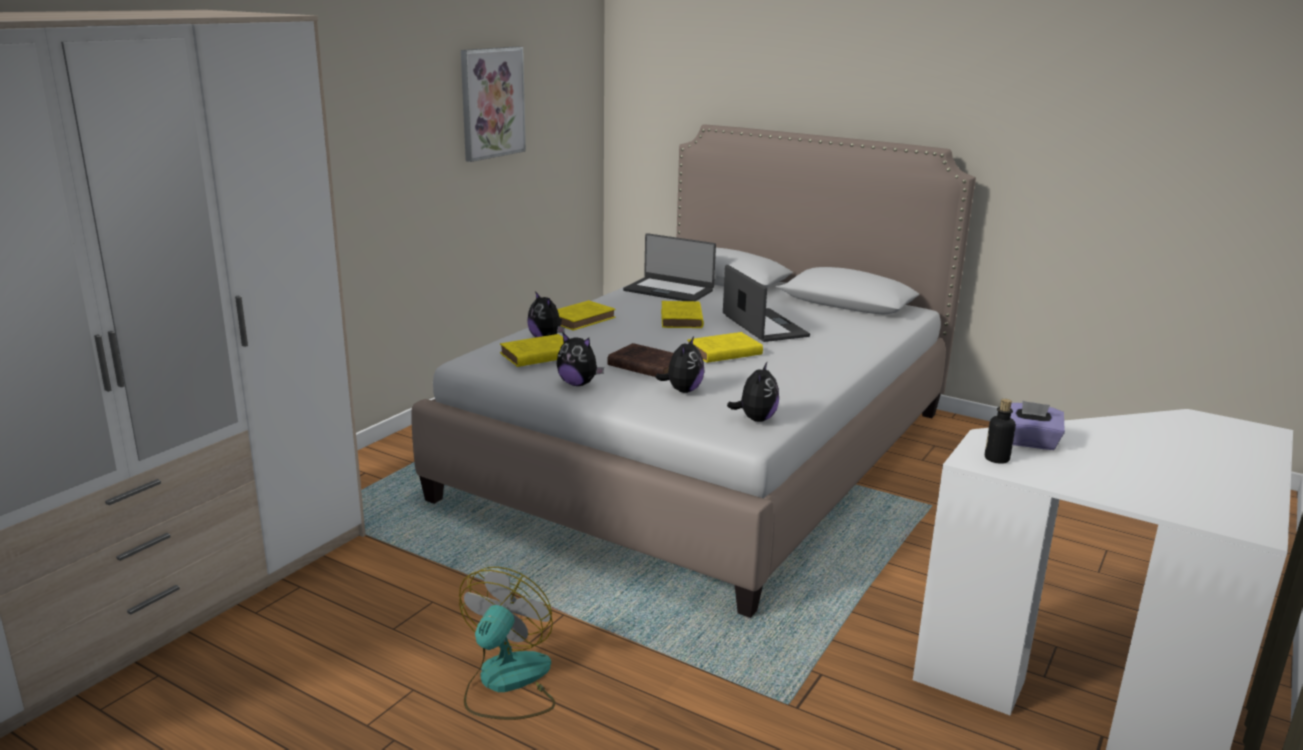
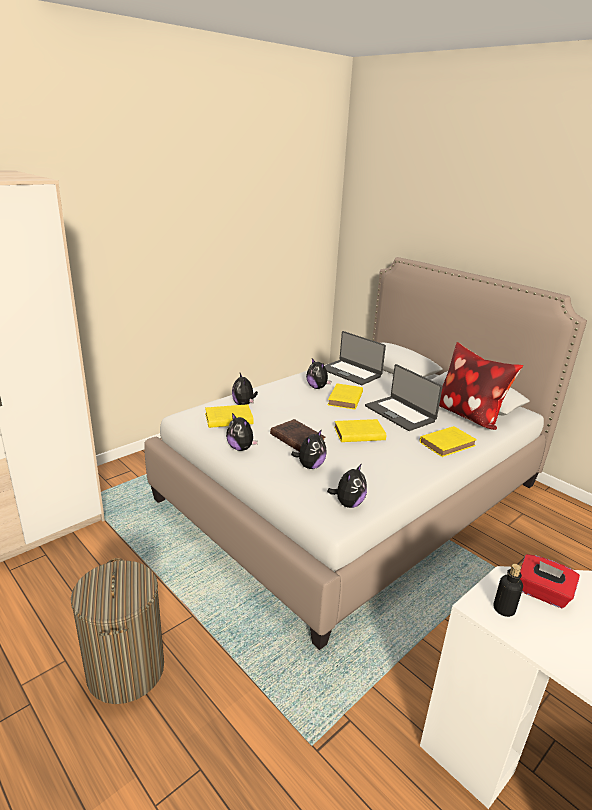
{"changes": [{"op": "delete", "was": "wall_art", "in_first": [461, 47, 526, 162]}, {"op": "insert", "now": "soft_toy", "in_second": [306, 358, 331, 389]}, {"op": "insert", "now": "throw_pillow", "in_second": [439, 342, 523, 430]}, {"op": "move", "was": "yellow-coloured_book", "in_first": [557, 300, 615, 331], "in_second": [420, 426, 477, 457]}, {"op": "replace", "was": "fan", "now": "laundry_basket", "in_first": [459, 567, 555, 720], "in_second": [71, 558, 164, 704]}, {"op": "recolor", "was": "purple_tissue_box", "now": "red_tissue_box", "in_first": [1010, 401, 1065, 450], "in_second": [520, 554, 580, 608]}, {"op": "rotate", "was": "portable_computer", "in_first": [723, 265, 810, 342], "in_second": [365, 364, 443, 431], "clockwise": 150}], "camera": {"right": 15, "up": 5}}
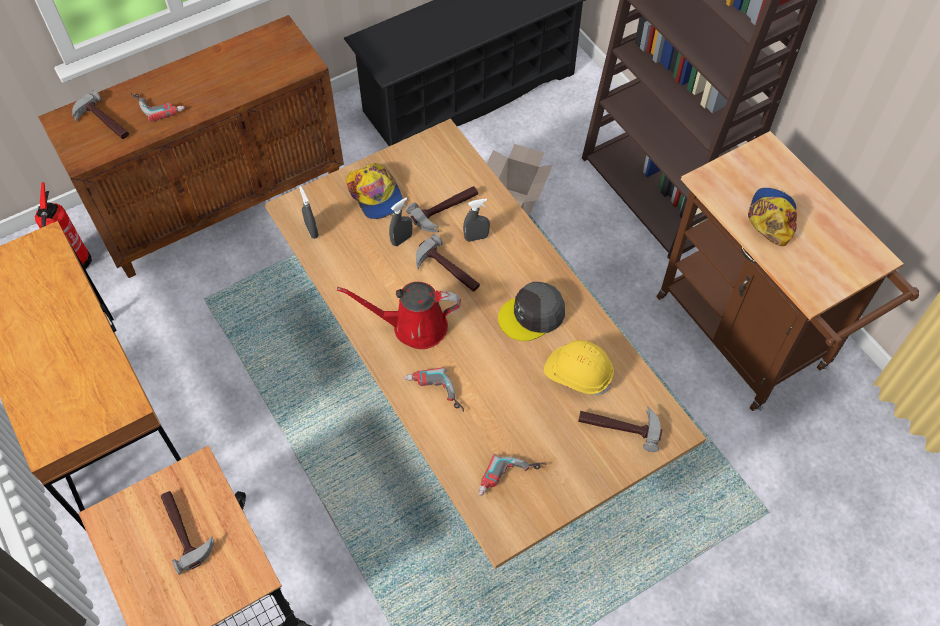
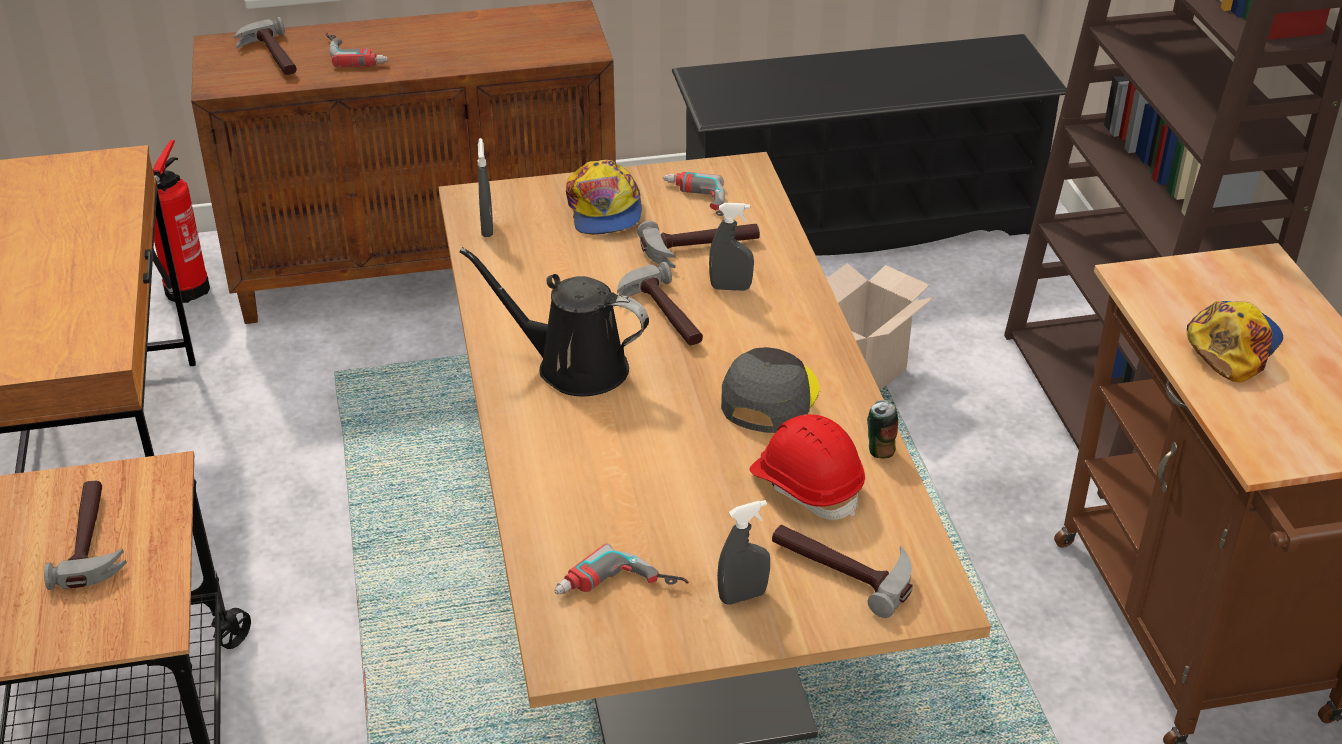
{"changes": [{"op": "insert", "now": "can", "in_second": [867, 400, 898, 459]}, {"op": "move", "was": "greyish_sprayer", "in_first": [389, 198, 412, 246], "in_second": [717, 500, 770, 605]}, {"op": "move", "was": "electric_drill", "in_first": [404, 367, 464, 412], "in_second": [663, 172, 725, 216]}, {"op": "recolor", "was": "red_watering_can", "now": "black-coloured_watering_can", "in_first": [337, 282, 461, 349], "in_second": [460, 247, 649, 397]}, {"op": "recolor", "was": "yellow-coloured_safety_helmet", "now": "red_safety_helmet", "in_first": [544, 340, 614, 395], "in_second": [750, 414, 865, 520]}, {"op": "rotate", "was": "greyish_peaked_cap", "in_first": [498, 282, 565, 341], "in_second": [721, 347, 820, 433], "clockwise": 120}], "camera": {"right": 20, "up": -20}}
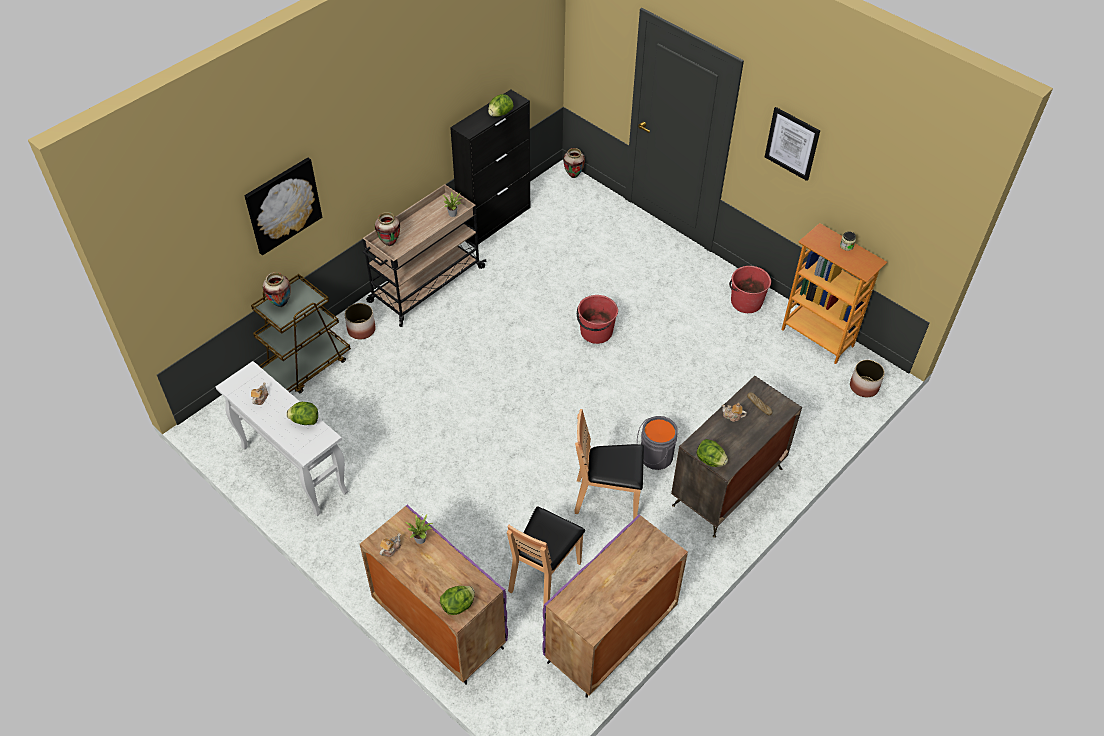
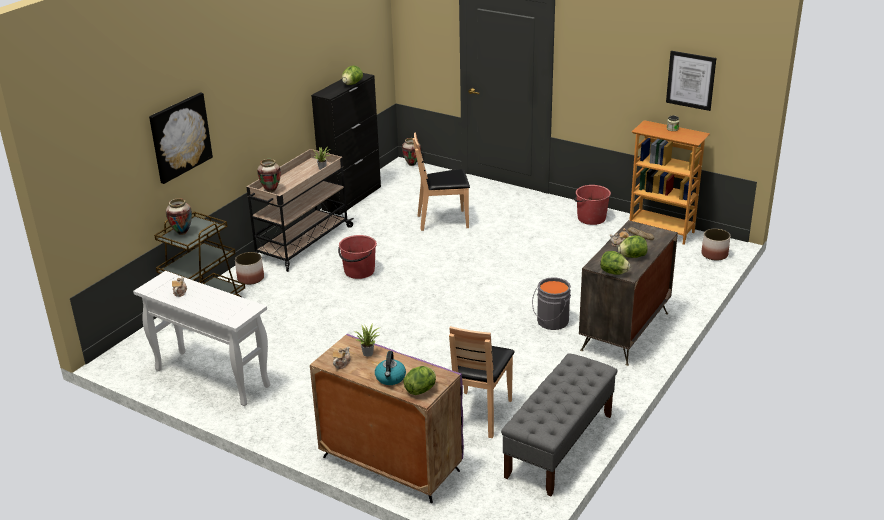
{"changes": [{"op": "insert", "now": "tea_kettle", "in_second": [375, 351, 406, 385]}, {"op": "move", "was": "lettuce", "in_first": [286, 402, 318, 425], "in_second": [618, 235, 648, 258]}, {"op": "move", "was": "brownish_plain_chair", "in_first": [575, 409, 644, 519], "in_second": [413, 132, 470, 231]}, {"op": "move", "was": "red_water_bucket", "in_first": [577, 295, 618, 344], "in_second": [338, 235, 377, 279]}, {"op": "move", "was": "wall_art", "in_first": [765, 107, 820, 181], "in_second": [666, 51, 716, 111]}, {"op": "replace", "was": "purple_cabinet", "now": "greyish_long_seat", "in_first": [542, 514, 688, 698], "in_second": [501, 353, 617, 496]}], "camera": {"right": -10, "up": -20}}
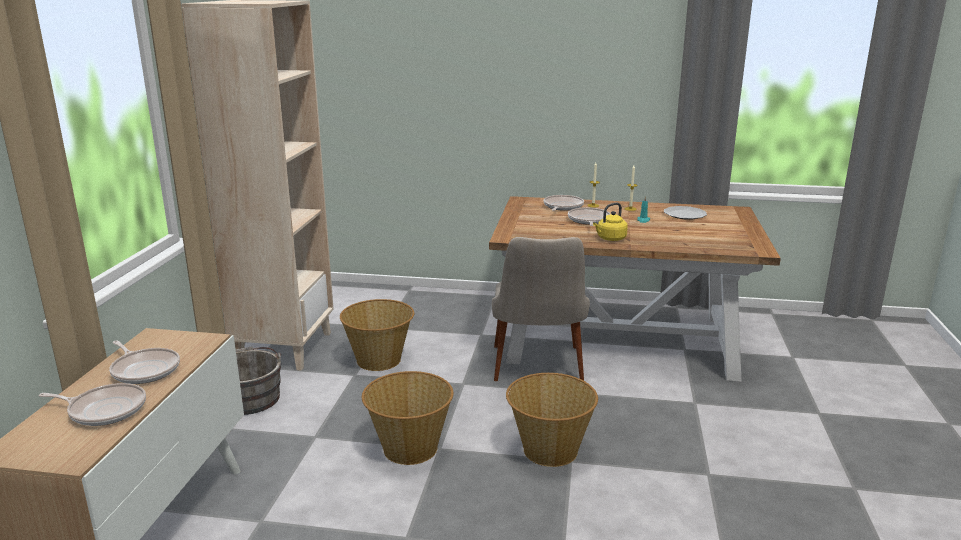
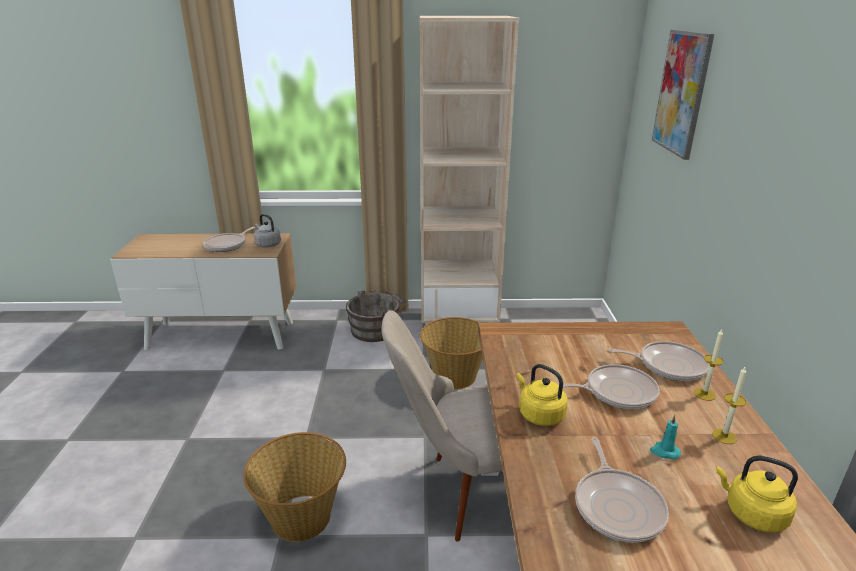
{"changes": [{"op": "delete", "was": "household_basket", "in_first": [362, 371, 453, 465]}, {"op": "insert", "now": "greyish_tea_kettle", "in_second": [254, 214, 281, 248]}, {"op": "insert", "now": "wall_art", "in_second": [652, 30, 714, 160]}, {"op": "move", "was": "skillet", "in_first": [39, 383, 146, 426], "in_second": [575, 437, 669, 543]}, {"op": "replace", "was": "dinner_plate", "now": "yellow-coloured_tea_kettle", "in_first": [664, 206, 707, 220], "in_second": [716, 456, 798, 533]}], "camera": {"right": 80, "up": 5}}
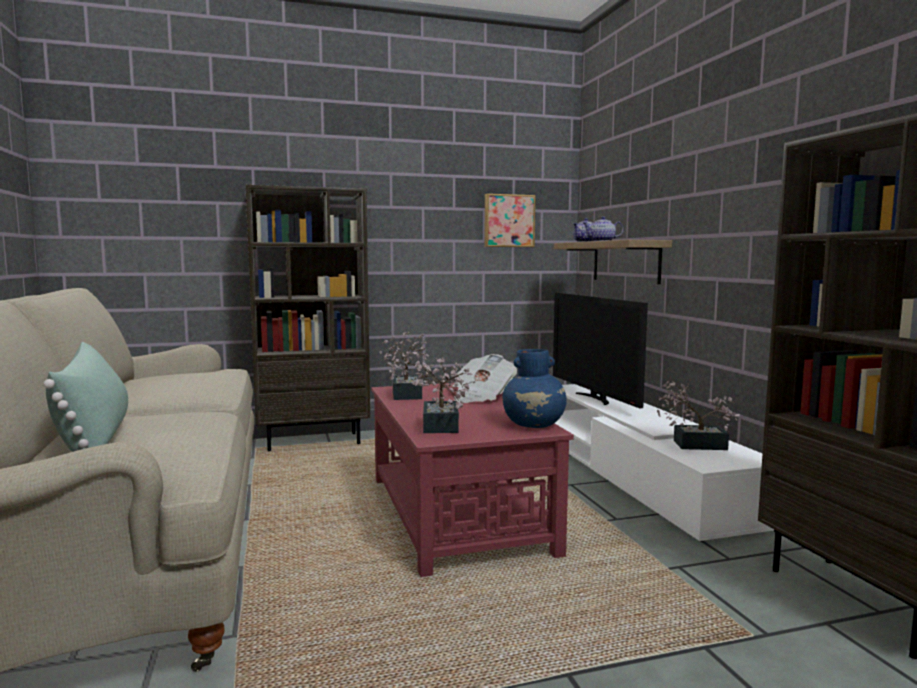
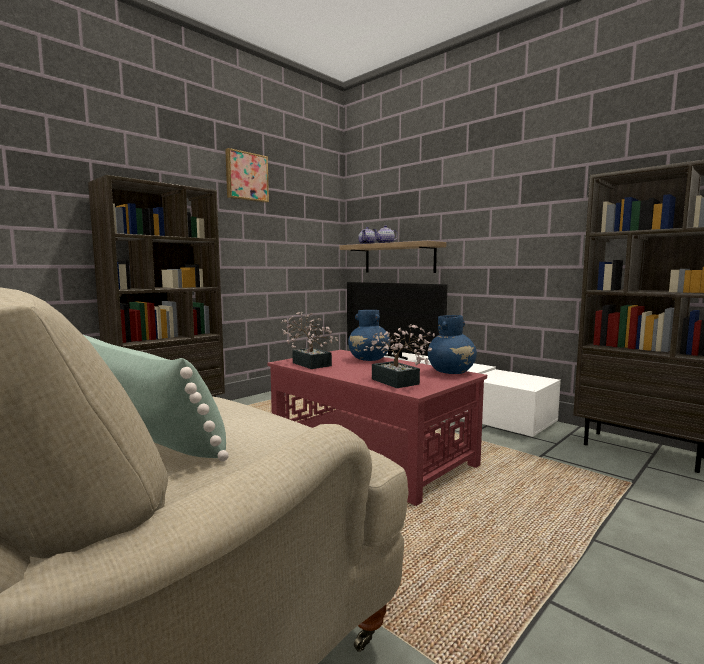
{"changes": [{"op": "delete", "was": "potted_plant", "in_first": [657, 381, 740, 450]}, {"op": "move", "was": "wall_art", "in_first": [484, 194, 536, 247], "in_second": [225, 148, 269, 203]}, {"op": "replace", "was": "printed_paper", "now": "blue_vase", "in_first": [453, 354, 517, 403], "in_second": [348, 310, 390, 361]}], "camera": {"right": -30, "up": 0}}
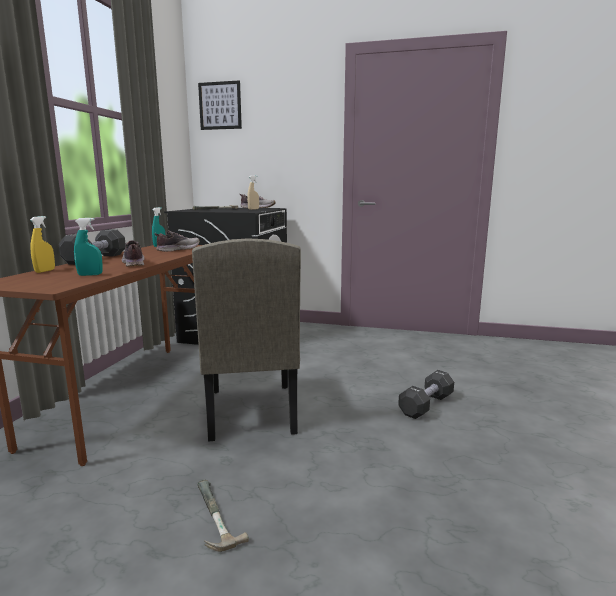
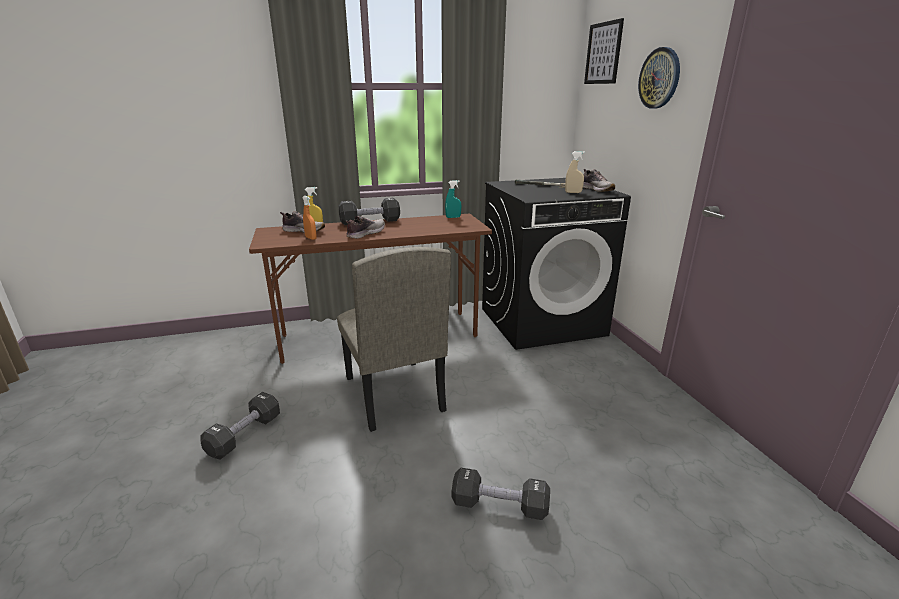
{"changes": [{"op": "insert", "now": "wall_clock", "in_second": [638, 47, 680, 109]}, {"op": "move", "was": "shoe", "in_first": [154, 231, 200, 252], "in_second": [280, 211, 325, 233]}, {"op": "replace", "was": "tool_hammer", "now": "black-coloured_hand_weight", "in_first": [198, 480, 249, 552], "in_second": [200, 392, 280, 460]}, {"op": "recolor", "was": "turquoise_sprayer", "now": "orange_sprayer", "in_first": [74, 218, 103, 276], "in_second": [302, 196, 317, 240]}, {"op": "rotate", "was": "sand-coloured_plain_chair", "in_first": [192, 238, 301, 441], "in_second": [337, 247, 451, 432], "clockwise": -75}], "camera": {"right": 60, "up": 10}}
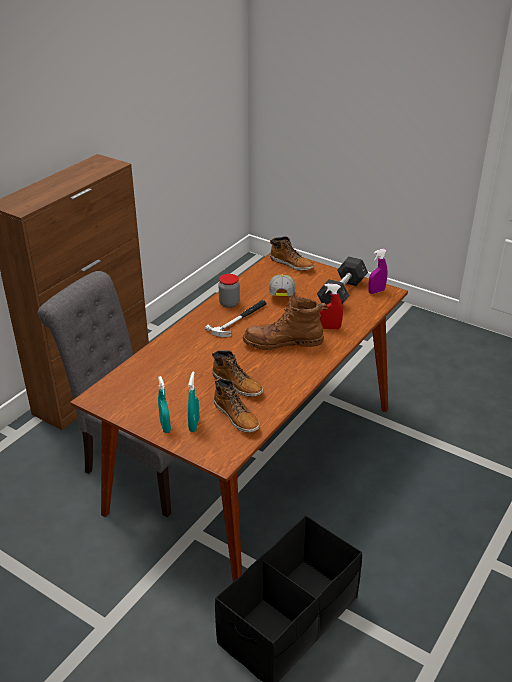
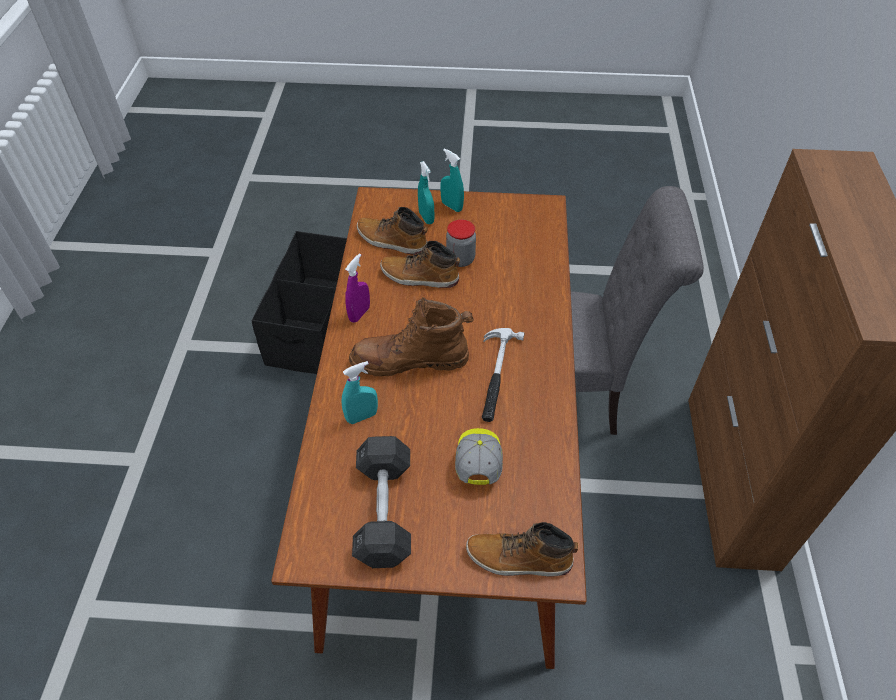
{"changes": [{"op": "move", "was": "preserve_jar", "in_first": [219, 274, 240, 308], "in_second": [446, 219, 476, 267]}, {"op": "move", "was": "purple_sprayer", "in_first": [368, 249, 387, 294], "in_second": [345, 253, 370, 323]}, {"op": "recolor", "was": "red_sprayer", "now": "turquoise_sprayer", "in_first": [320, 284, 343, 329], "in_second": [342, 361, 378, 424]}, {"op": "rotate", "was": "brownish_tall_boot", "in_first": [242, 293, 328, 350], "in_second": [349, 297, 474, 376], "clockwise": -150}, {"op": "rotate", "was": "peaked_cap", "in_first": [269, 275, 295, 296], "in_second": [455, 428, 503, 485], "clockwise": -150}], "camera": {"right": 150, "up": 15}}
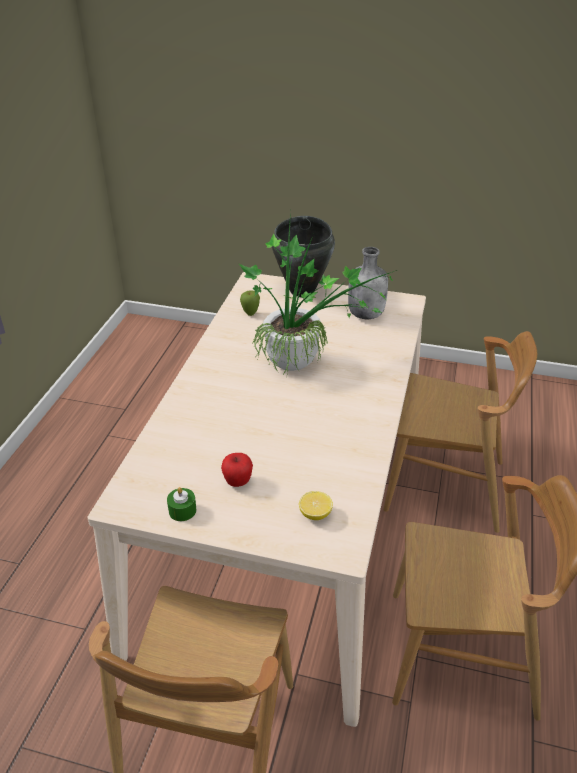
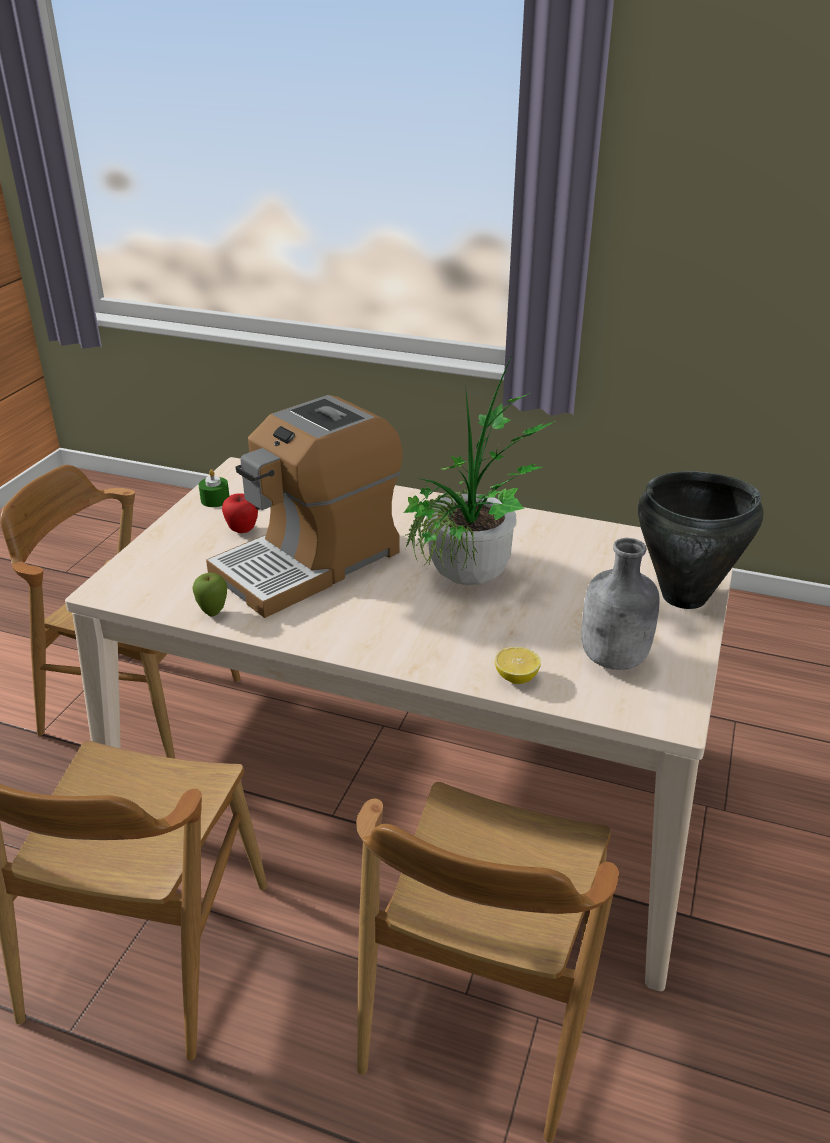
{"changes": [{"op": "insert", "now": "coffee_brewer", "in_second": [206, 395, 403, 618]}, {"op": "move", "was": "apple", "in_first": [240, 290, 260, 316], "in_second": [192, 573, 227, 617]}, {"op": "move", "was": "whole_lemon", "in_first": [299, 491, 333, 520], "in_second": [495, 647, 541, 684]}], "camera": {"right": 95, "up": -5}}
